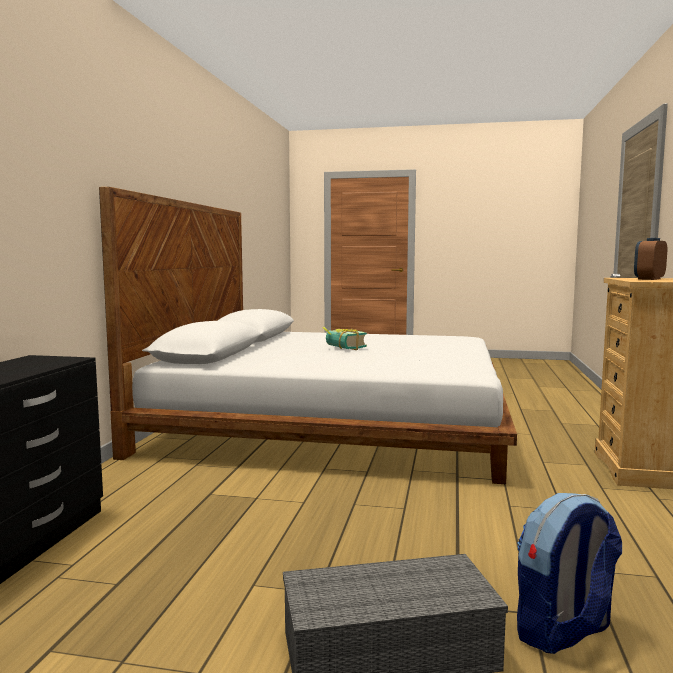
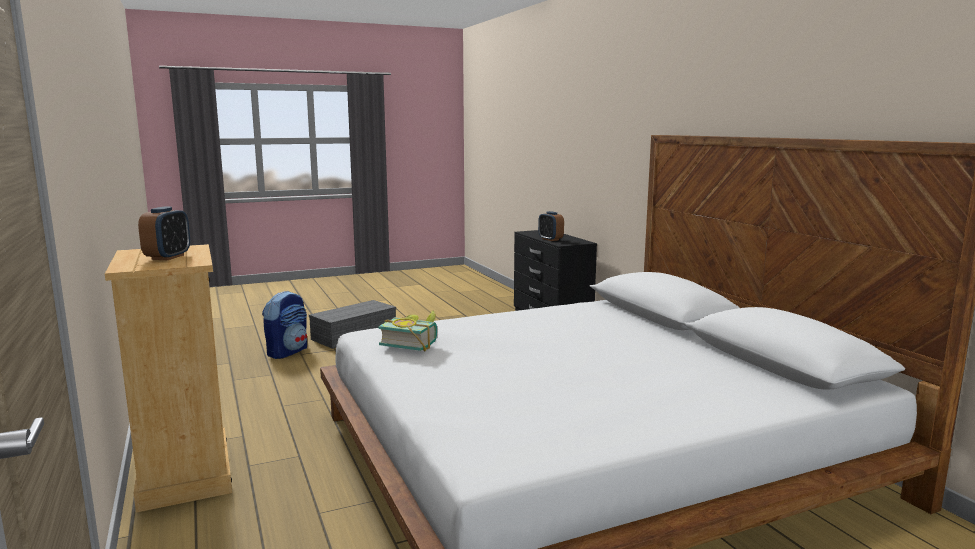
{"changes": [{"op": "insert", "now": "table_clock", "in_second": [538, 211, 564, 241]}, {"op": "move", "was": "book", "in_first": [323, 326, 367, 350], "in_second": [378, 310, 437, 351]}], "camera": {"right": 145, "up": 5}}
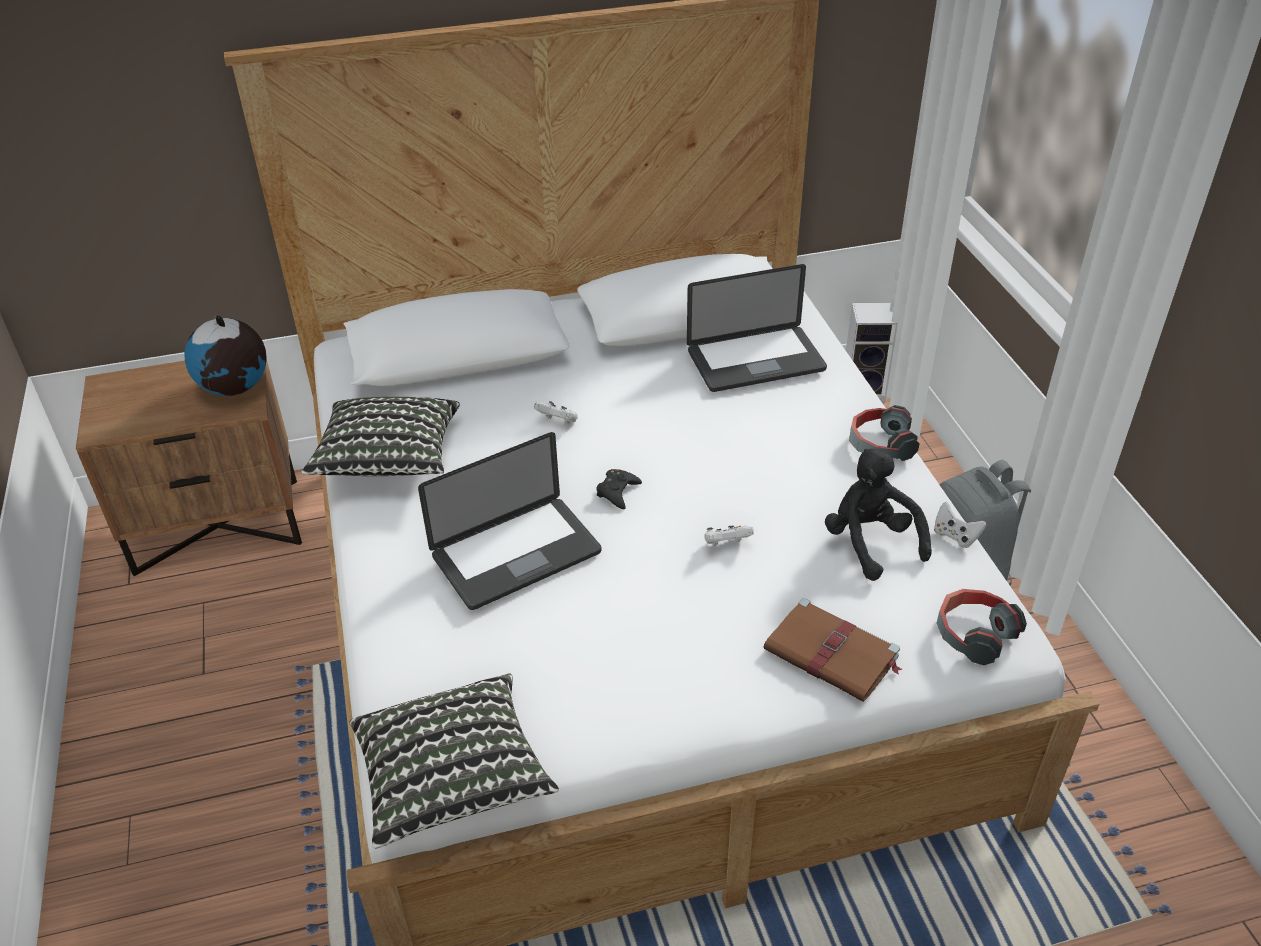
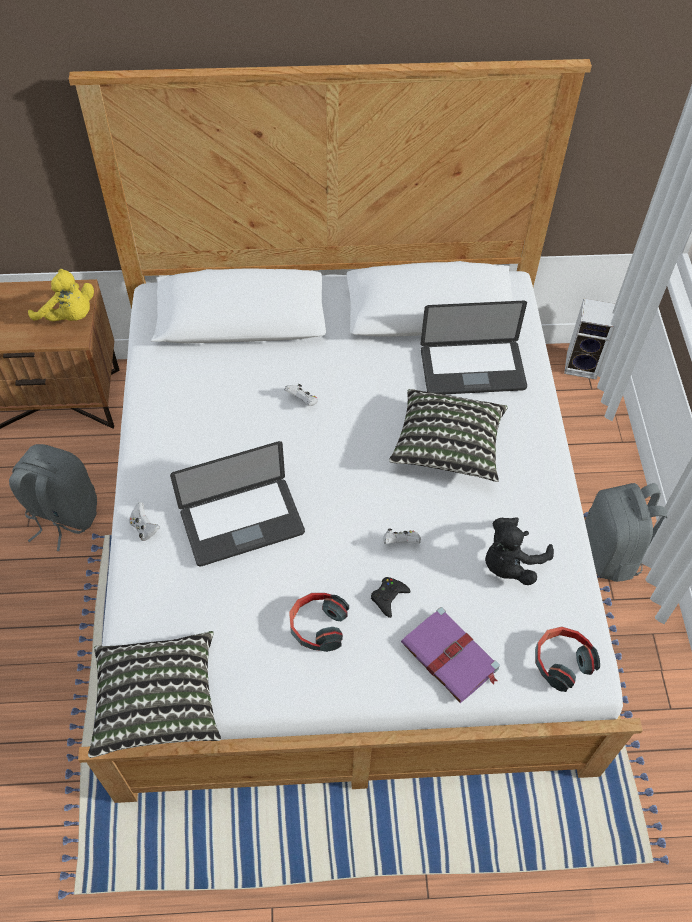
{"changes": [{"op": "insert", "now": "greyish_backpack", "in_second": [9, 444, 97, 551]}, {"op": "move", "was": "throw_pillow", "in_first": [301, 397, 460, 476], "in_second": [389, 389, 508, 482]}, {"op": "move", "was": "black-coloured_joypad", "in_first": [596, 469, 642, 509], "in_second": [371, 577, 411, 618]}, {"op": "move", "was": "headset", "in_first": [849, 405, 920, 461], "in_second": [289, 593, 349, 652]}, {"op": "move", "was": "whitish_joypad", "in_first": [934, 502, 986, 548], "in_second": [129, 502, 160, 541]}, {"op": "replace", "was": "desk_globe", "now": "yellow-coloured_soft_toy", "in_first": [184, 315, 267, 396], "in_second": [28, 269, 94, 321]}, {"op": "recolor", "was": "brownish_book", "now": "purple_book", "in_first": [764, 598, 903, 702], "in_second": [401, 607, 500, 703]}, {"op": "rotate", "was": "black-coloured_soft_toy", "in_first": [825, 448, 932, 581], "in_second": [485, 517, 554, 585], "clockwise": -120}], "camera": {"right": 10, "up": 15}}
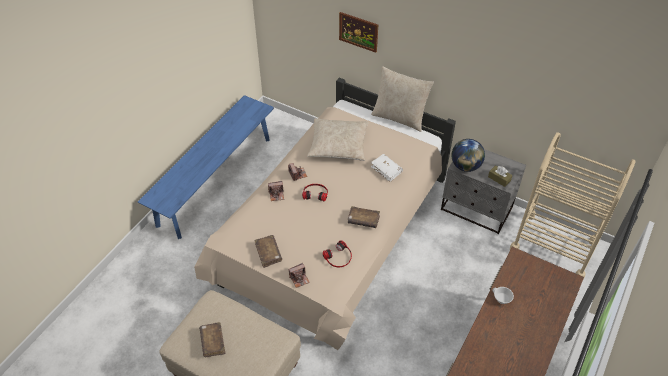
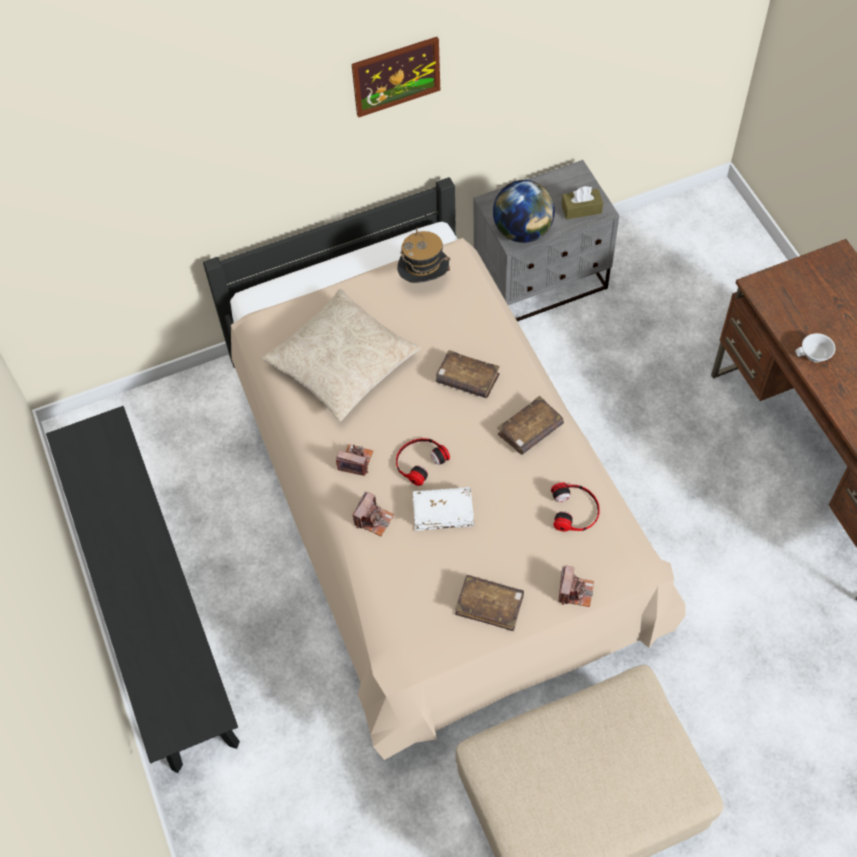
{"changes": [{"op": "delete", "was": "sand-coloured_throw_pillow", "in_first": [371, 66, 434, 132]}, {"op": "delete", "was": "sand-coloured_trolley", "in_first": [510, 132, 635, 277]}, {"op": "insert", "now": "hat", "in_second": [397, 228, 451, 283]}, {"op": "move", "was": "brownish_book", "in_first": [199, 322, 226, 357], "in_second": [436, 350, 500, 398]}, {"op": "move", "was": "wall_art", "in_first": [339, 12, 378, 53], "in_second": [352, 37, 440, 118]}, {"op": "move", "was": "whitish_book", "in_first": [371, 154, 403, 182], "in_second": [413, 487, 474, 531]}, {"op": "recolor", "was": "blue_long_seat", "now": "black-coloured_long_seat", "in_first": [138, 95, 274, 239], "in_second": [46, 406, 240, 773]}], "camera": {"right": -50, "up": 10}}
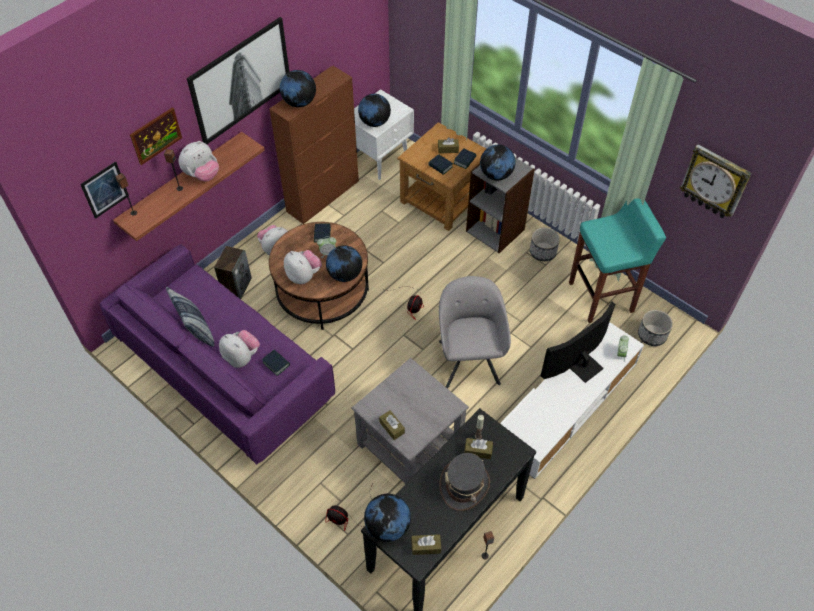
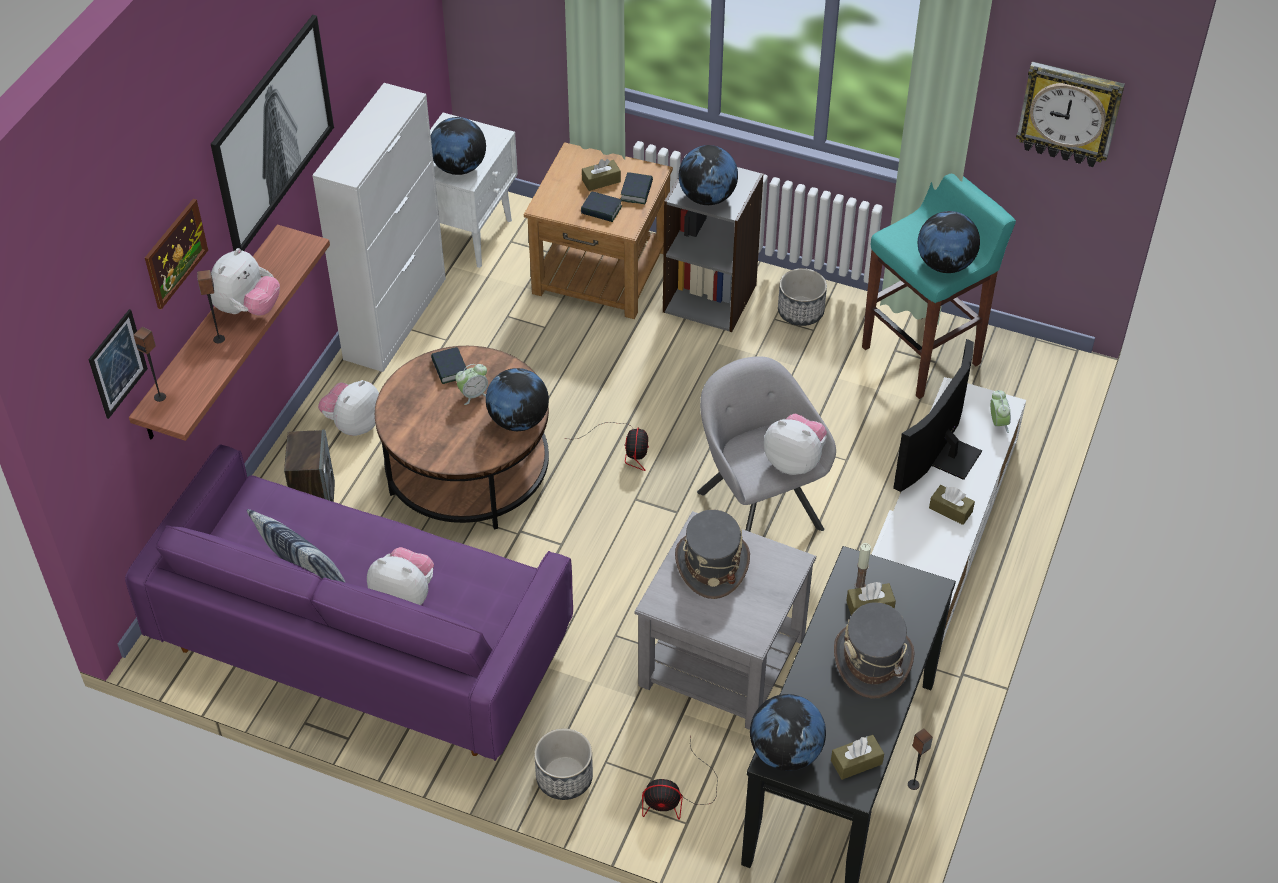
{"changes": [{"op": "delete", "was": "book", "in_first": [262, 350, 290, 376]}, {"op": "insert", "now": "greyish_hat", "in_second": [675, 509, 750, 599]}, {"op": "move", "was": "desk_globe", "in_first": [280, 70, 316, 107], "in_second": [918, 211, 980, 273]}, {"op": "move", "was": "soft_toy", "in_first": [284, 250, 322, 284], "in_second": [764, 414, 827, 475]}, {"op": "move", "was": "brownish_tissue_box", "in_first": [379, 410, 405, 440], "in_second": [929, 485, 975, 525]}, {"op": "move", "was": "planter", "in_first": [638, 310, 673, 346], "in_second": [534, 728, 593, 800]}, {"op": "recolor", "was": "brownish_cabinet", "now": "whitish_cabinet", "in_first": [269, 65, 359, 224], "in_second": [312, 83, 446, 372]}], "camera": {"right": -20, "up": -5}}
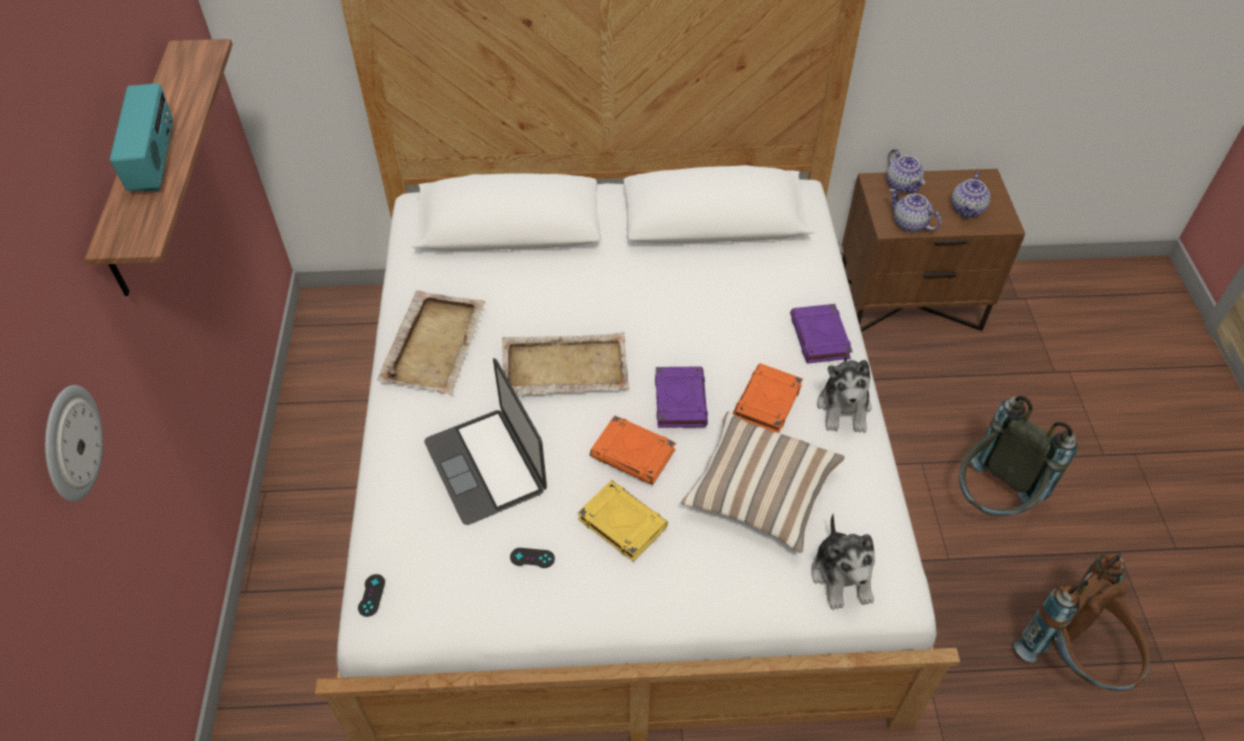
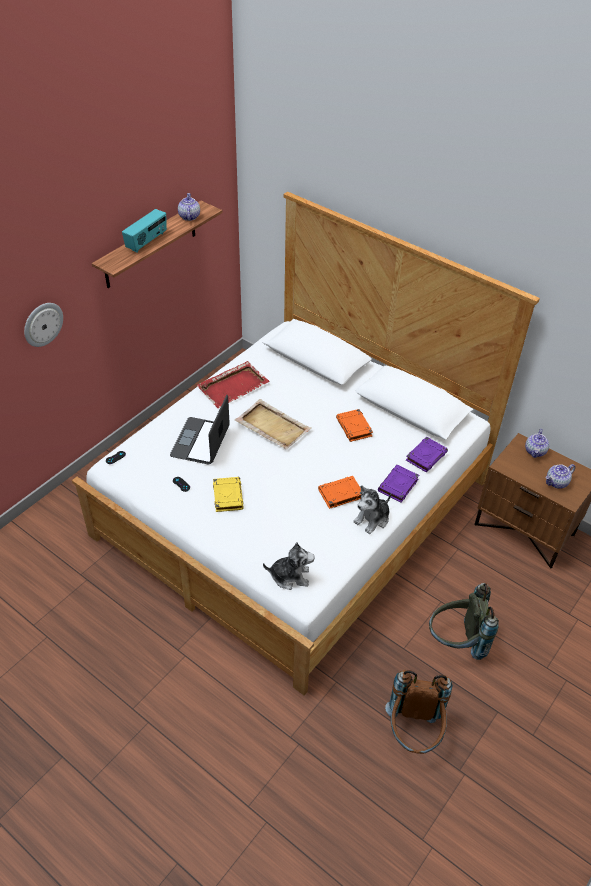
{"changes": [{"op": "delete", "was": "throw_pillow", "in_first": [681, 412, 845, 553]}, {"op": "move", "was": "orange_book", "in_first": [590, 415, 676, 485], "in_second": [336, 409, 373, 442]}, {"op": "move", "was": "purple_book", "in_first": [655, 366, 708, 428], "in_second": [406, 437, 448, 472]}, {"op": "move", "was": "pot_for_tea", "in_first": [889, 189, 942, 232], "in_second": [178, 193, 200, 221]}, {"op": "recolor", "was": "sand-coloured_carrying_tray", "now": "red_carrying_tray", "in_first": [377, 290, 485, 395], "in_second": [196, 361, 270, 408]}, {"op": "rotate", "was": "soft_toy", "in_first": [811, 514, 875, 610], "in_second": [263, 542, 315, 590], "clockwise": -120}], "camera": {"right": 40, "up": -5}}
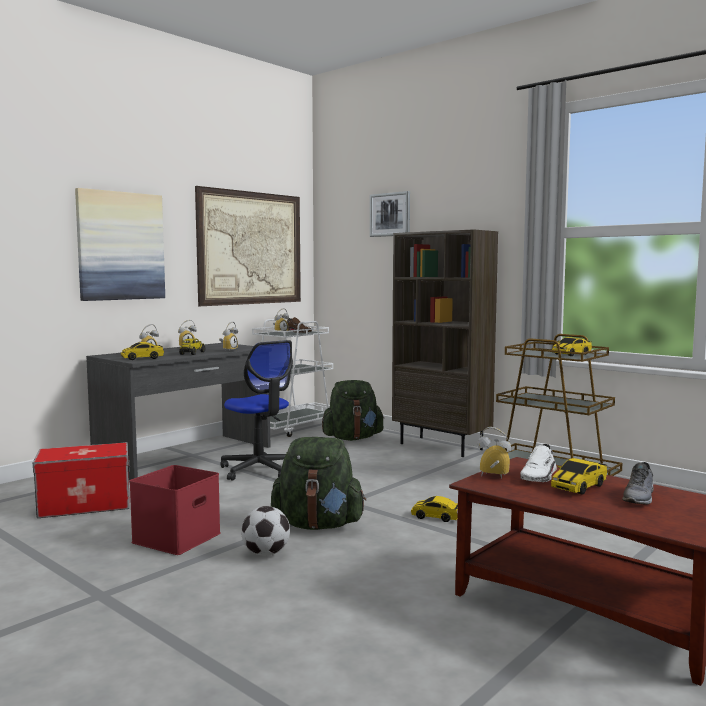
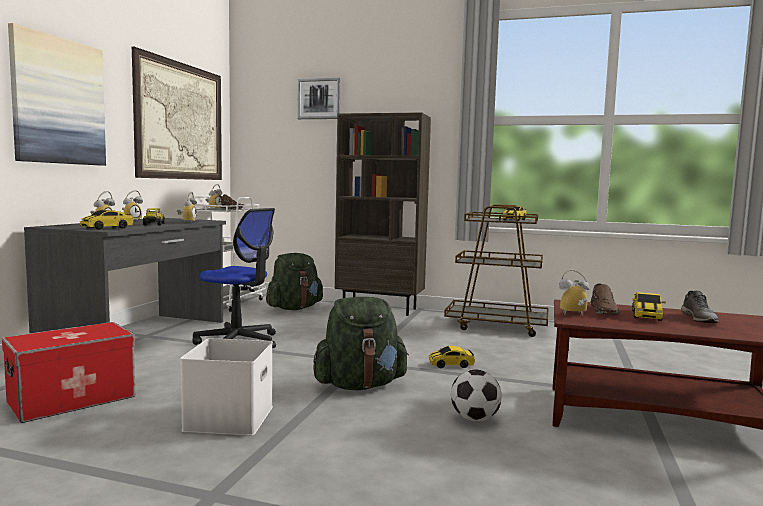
{"changes": [{"op": "move", "was": "football_ball", "in_first": [241, 506, 290, 556], "in_second": [451, 370, 502, 421]}, {"op": "recolor", "was": "red_storage_bin", "now": "whitish_storage_bin", "in_first": [129, 465, 221, 555], "in_second": [180, 338, 273, 436]}, {"op": "recolor", "was": "whitish_shoe", "now": "brownish_shoe", "in_first": [520, 444, 557, 482], "in_second": [590, 283, 620, 315]}], "camera": {"right": -25, "up": 0}}
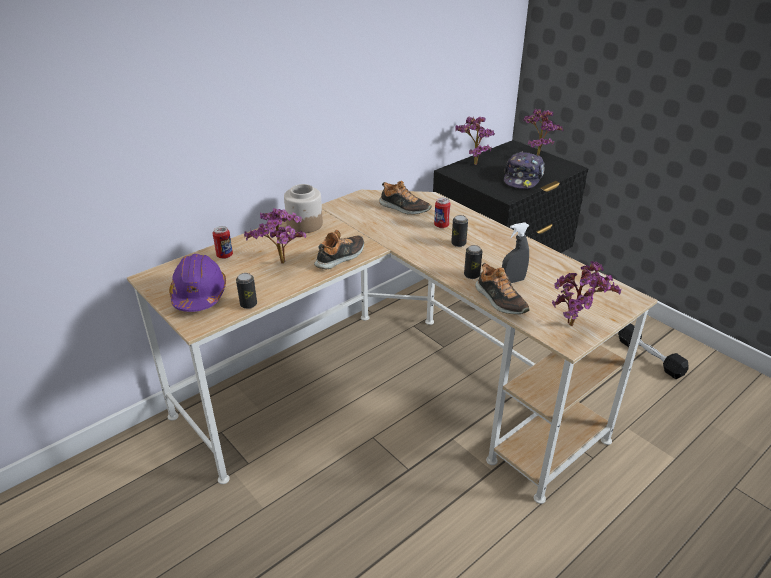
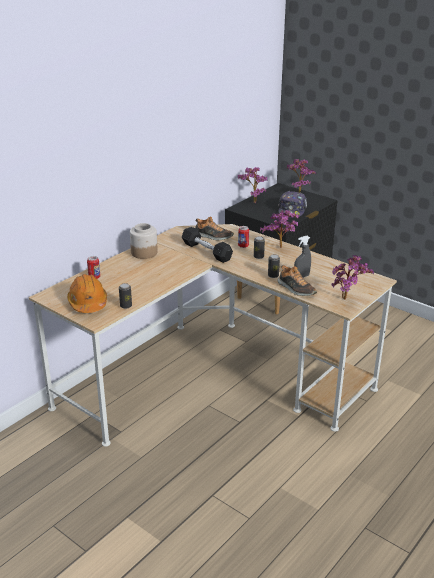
{"changes": [{"op": "delete", "was": "shoe", "in_first": [314, 230, 364, 269]}, {"op": "move", "was": "potted_plant", "in_first": [244, 208, 306, 264], "in_second": [260, 210, 299, 248]}, {"op": "move", "was": "black-coloured_hand_weight", "in_first": [618, 324, 689, 379], "in_second": [182, 227, 233, 263]}, {"op": "recolor", "was": "purple_safety_helmet", "now": "orange_safety_helmet", "in_first": [169, 254, 226, 312], "in_second": [67, 274, 107, 313]}], "camera": {"right": -10, "up": -5}}
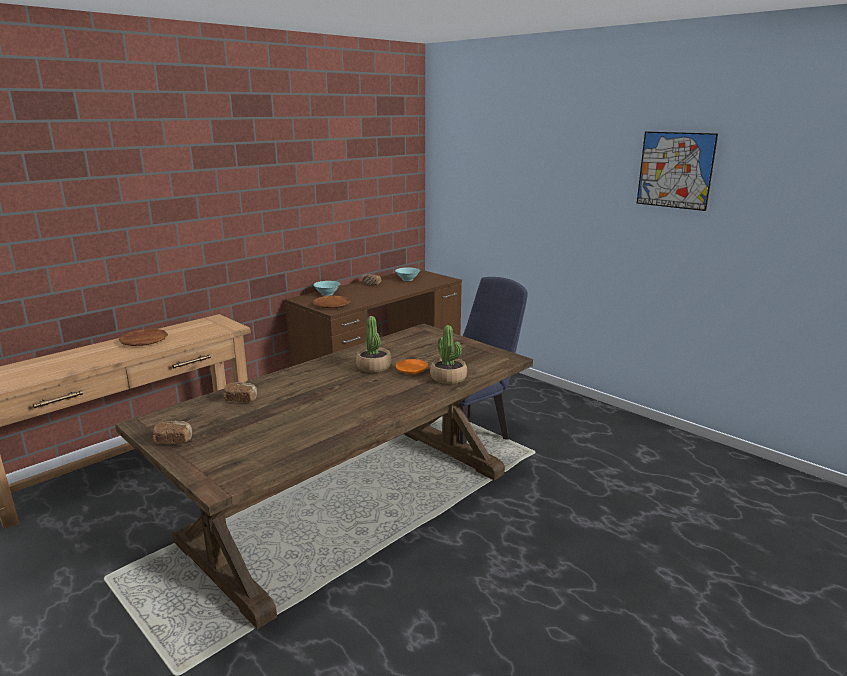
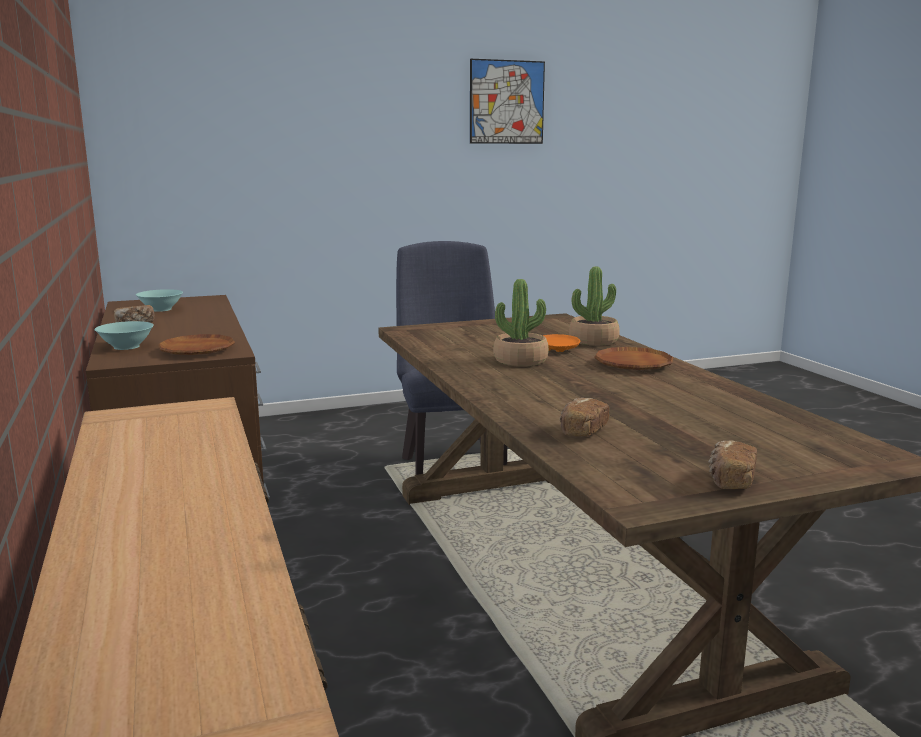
{"changes": [{"op": "move", "was": "brownish_dinner_plate", "in_first": [119, 329, 168, 346], "in_second": [595, 347, 673, 370]}], "camera": {"right": -65, "up": -5}}
